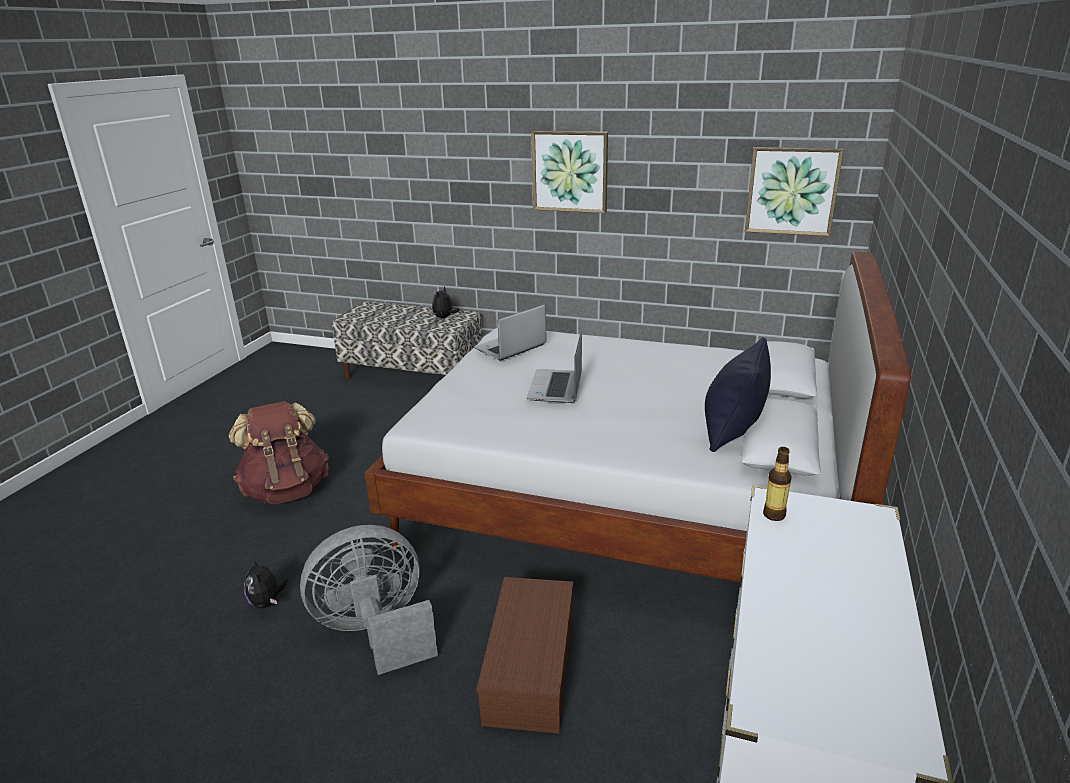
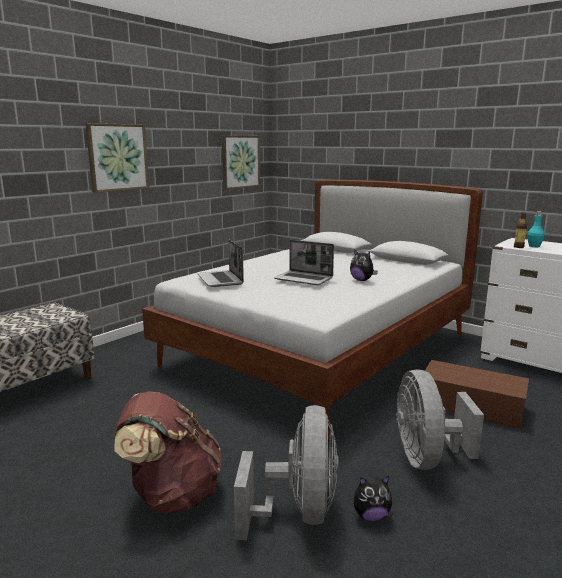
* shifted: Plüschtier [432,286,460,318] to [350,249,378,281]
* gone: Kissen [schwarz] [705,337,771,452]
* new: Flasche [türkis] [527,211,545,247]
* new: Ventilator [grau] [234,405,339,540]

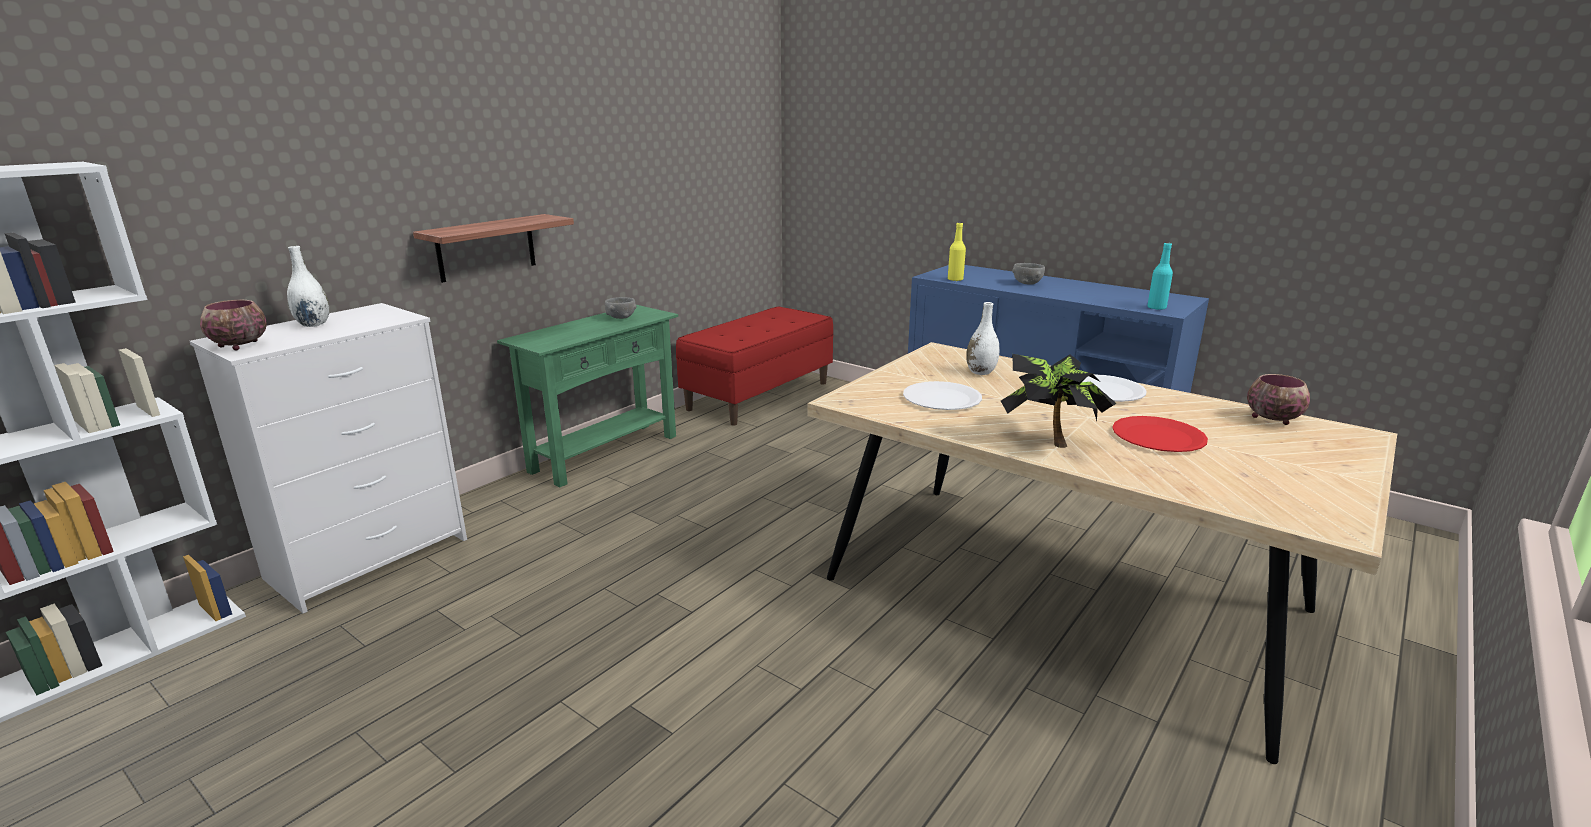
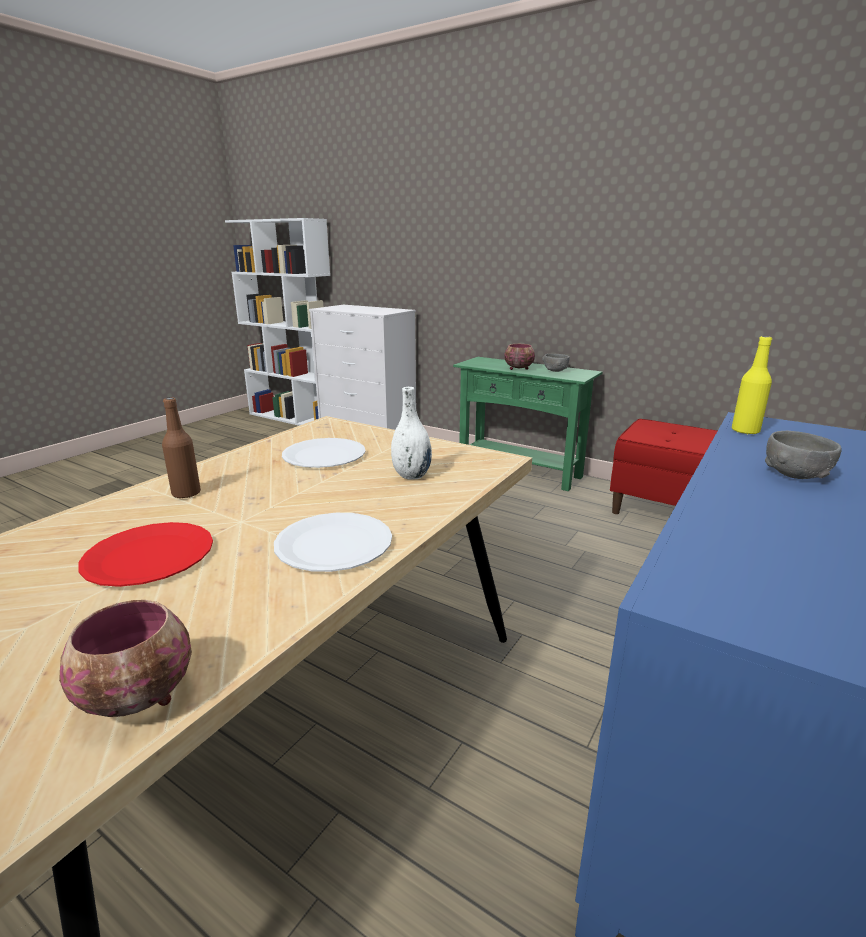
* gone: Wandregal [413,214,574,283]
* gone: Flasche [türkis] [1147,243,1173,310]
* gone: Vase [weiß] [287,246,330,327]
* shifted: Schüssel [200,300,267,350] to [504,344,535,370]
* swapped: Topfpflanze [1001,354,1116,448] to Flasche [braun] [162,397,201,498]

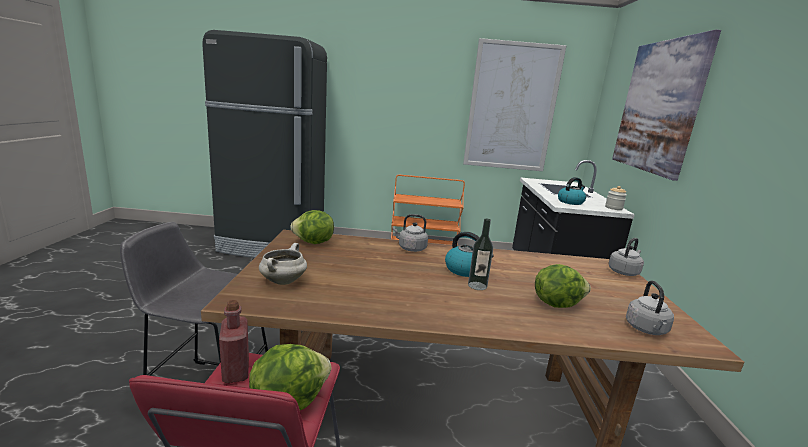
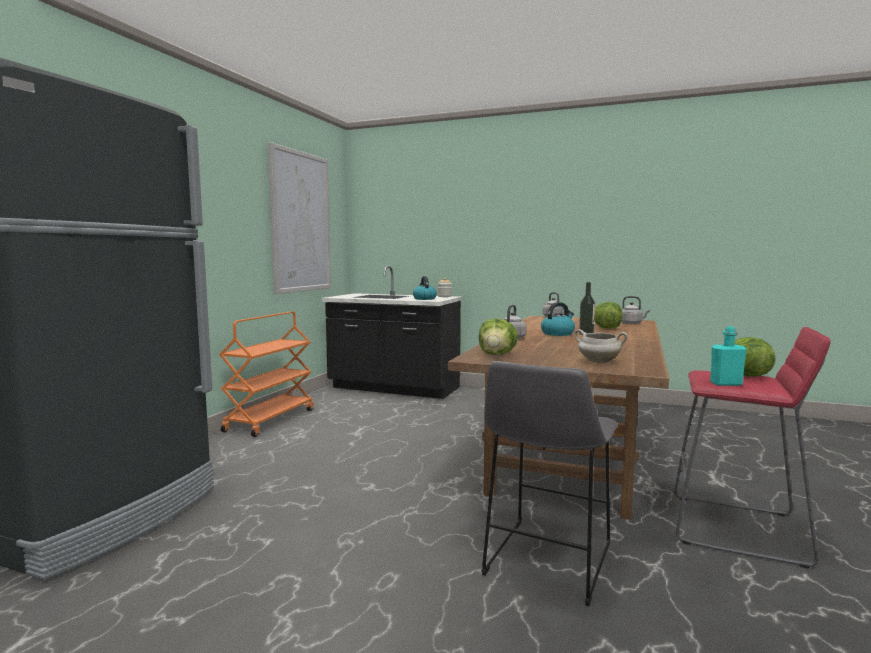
* gone: Bild [612,30,721,181]
* repainted: Flasche [rot] [219,300,249,383] to Flasche [türkis] [710,326,747,386]

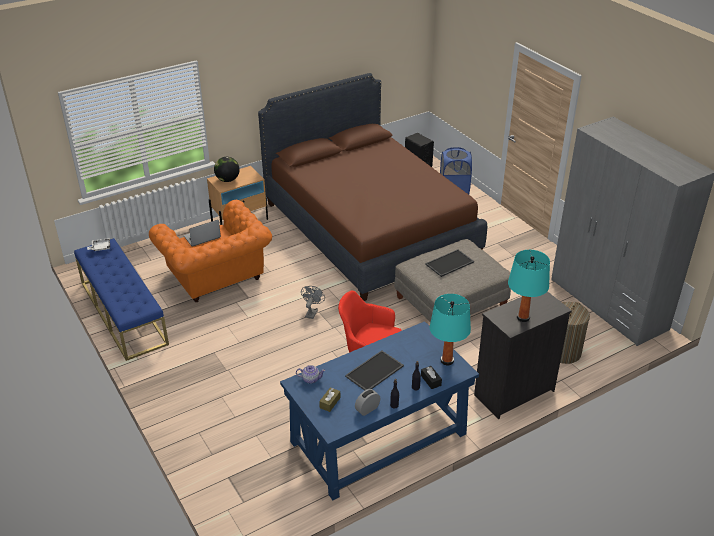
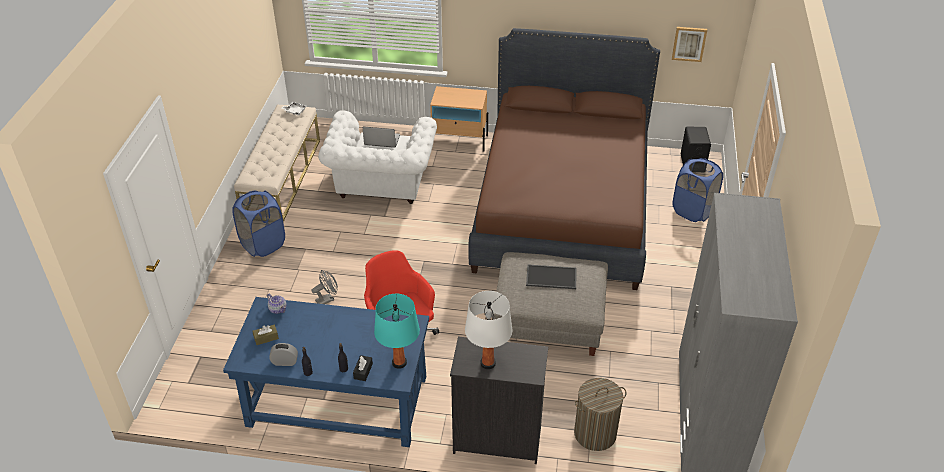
* gone: Globus [214,157,240,182]
* repainted: Sessel [orange] [149,200,272,302] to Sessel [weiß] [318,111,437,204]
* repainted: Bank [blau] [74,238,169,361] to Bank [beige] [234,104,320,222]
* repainted: Tischlampe [türkis] [508,250,550,322] to Tischlampe [weiß] [465,291,513,369]
* shifted: Ventilator [grau] [301,286,325,319] to [311,270,338,304]
* gone: Tablett [345,350,404,391]
* new: Bild [672,27,707,62]
* new: Wäschekorb [blau] [232,191,285,257]

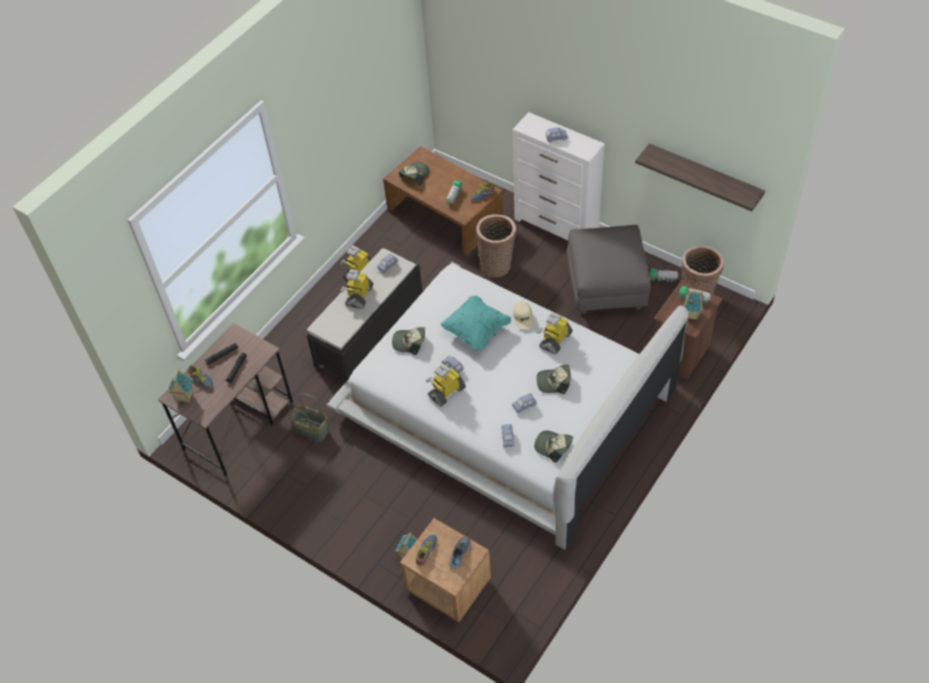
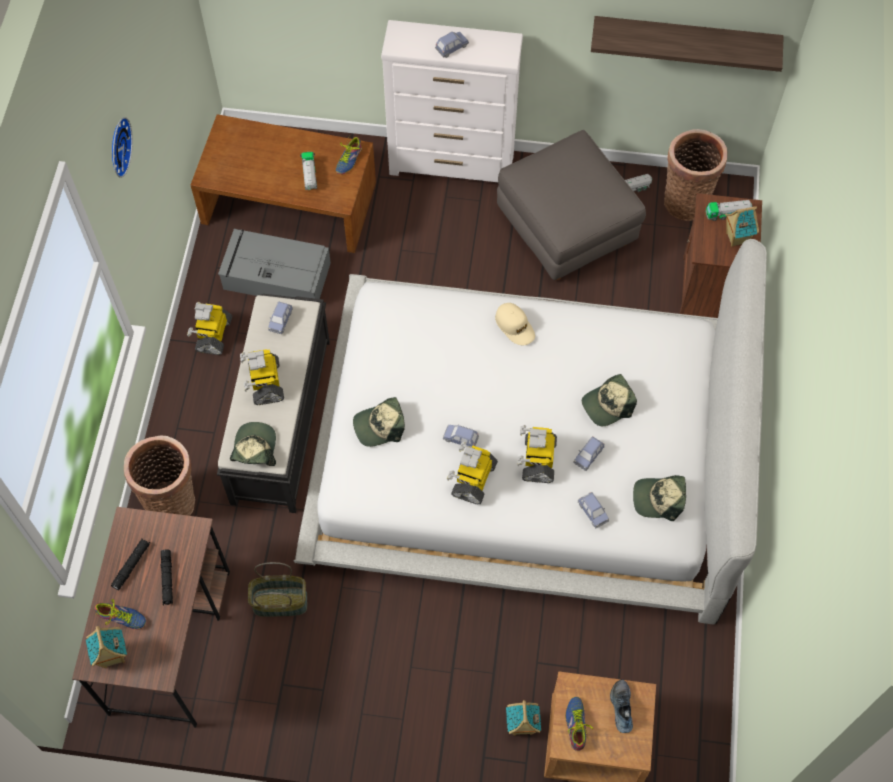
* shifted: Kappe [399,162,429,185] to [230,422,276,466]
* shifted: Korb [476,214,516,277] to [124,435,195,516]
* gone: Kissen [türkis] [441,295,511,351]
* shifted: Spielzeugroboter [537,312,573,354] to [517,425,557,483]
* new: Wanduhr [112,117,133,178]
* new: Aufbewahrungsbox [grau] [218,229,331,299]

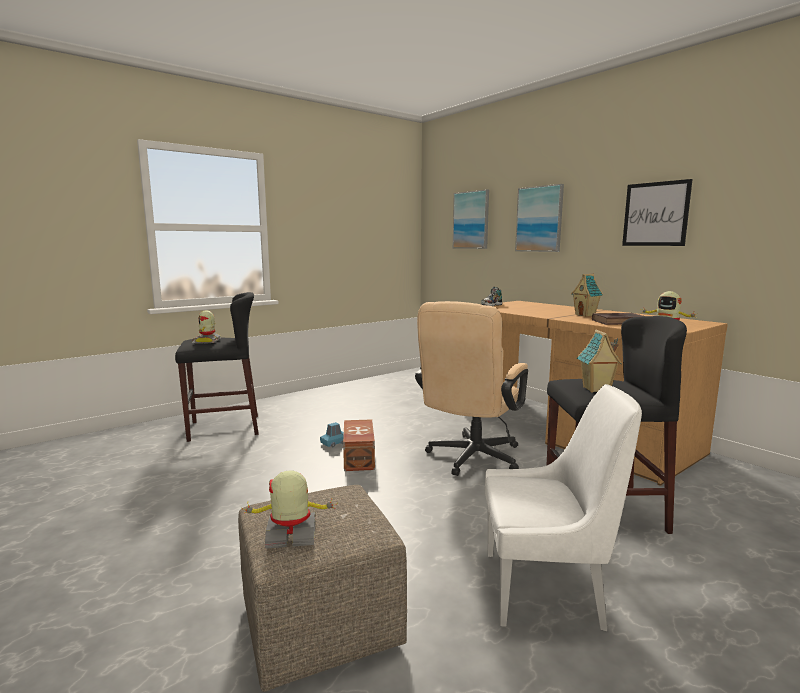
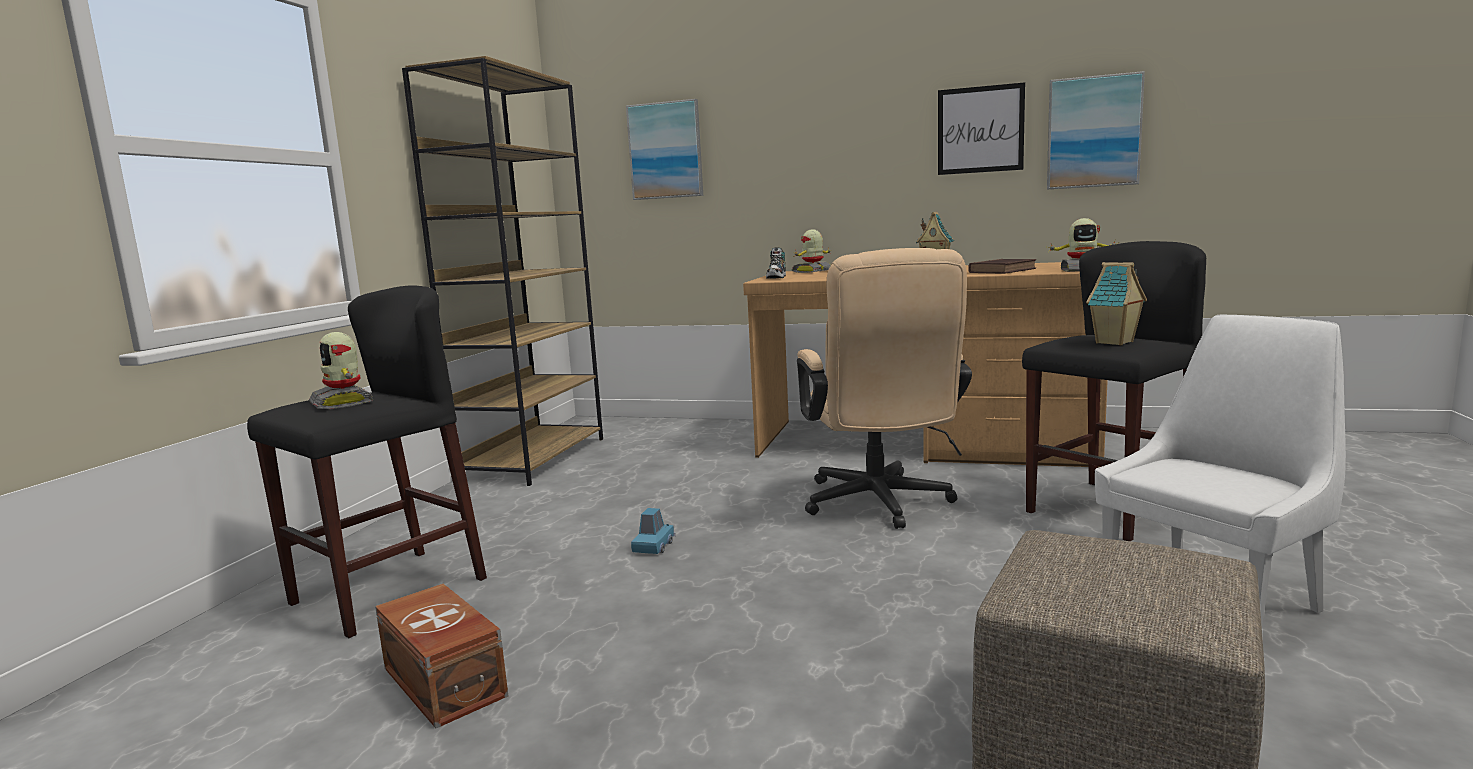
* shifted: Bild [515,184,564,252] to [1047,71,1145,189]
* shifted: Aufbewahrungsbox [braun] [343,419,375,471] to [375,584,508,728]
* shifted: Spielzeugroboter [241,470,337,549] to [792,229,831,273]
* new: Bücherregal [braun] [402,56,603,486]

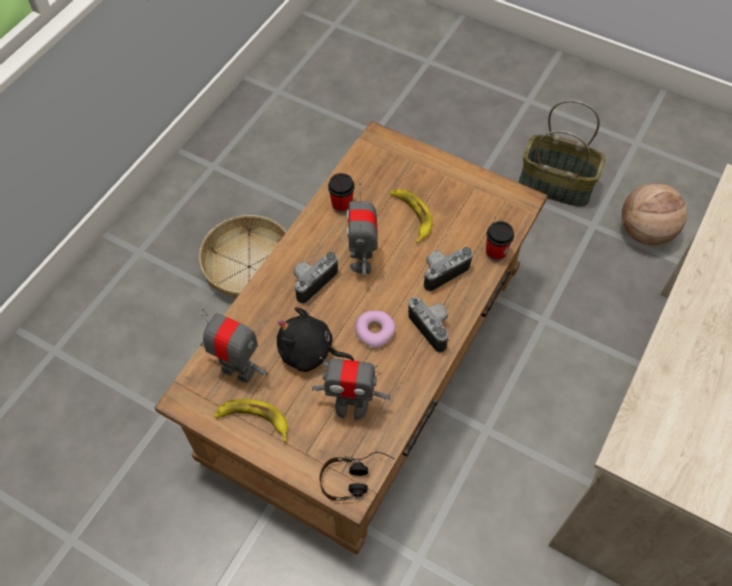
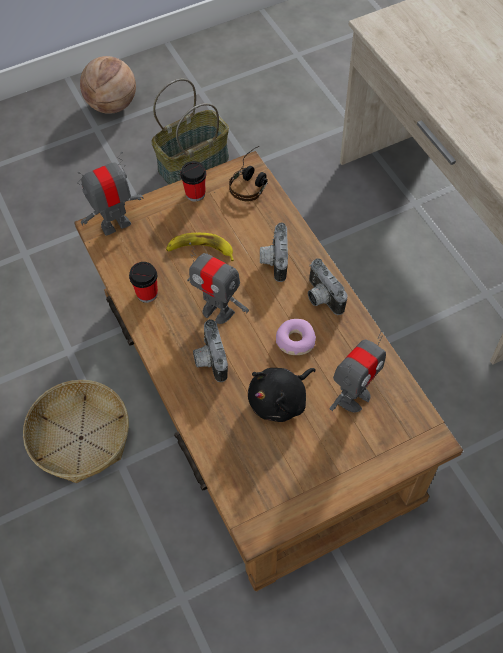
* shifted: Basketball [621,183,687,245] to [80,56,136,114]
* shifted: Tasse [486,221,514,261] to [180,161,206,201]
* rotated: Kamera [408,297,449,353] = [308,258,348,315] 120 degrees counterclockwise
* shifted: Spielzeugroboter [200,308,268,383] to [78,152,143,236]
* gone: Banane [214,399,288,442]
* shifted: Kopfhörer [320,452,394,501] to [229,146,268,201]

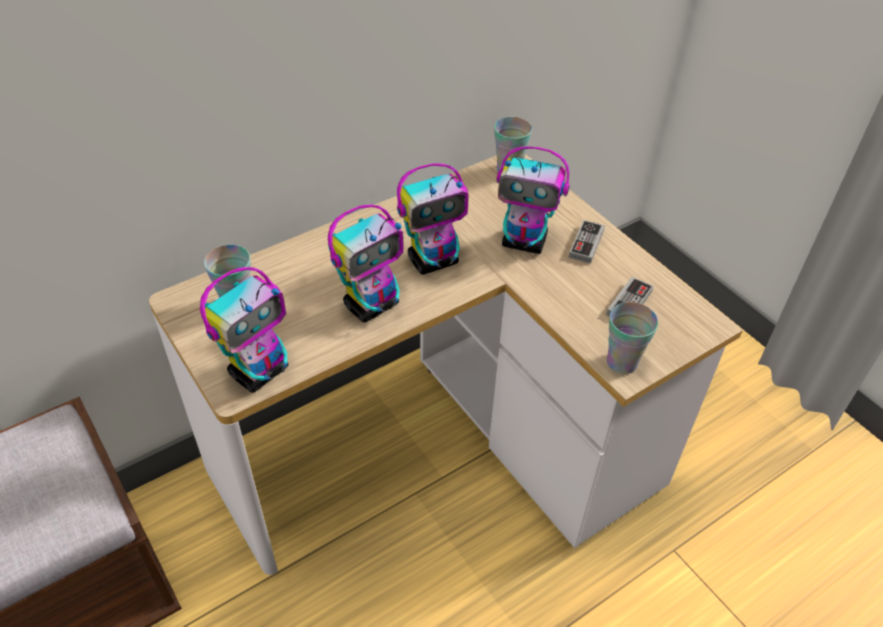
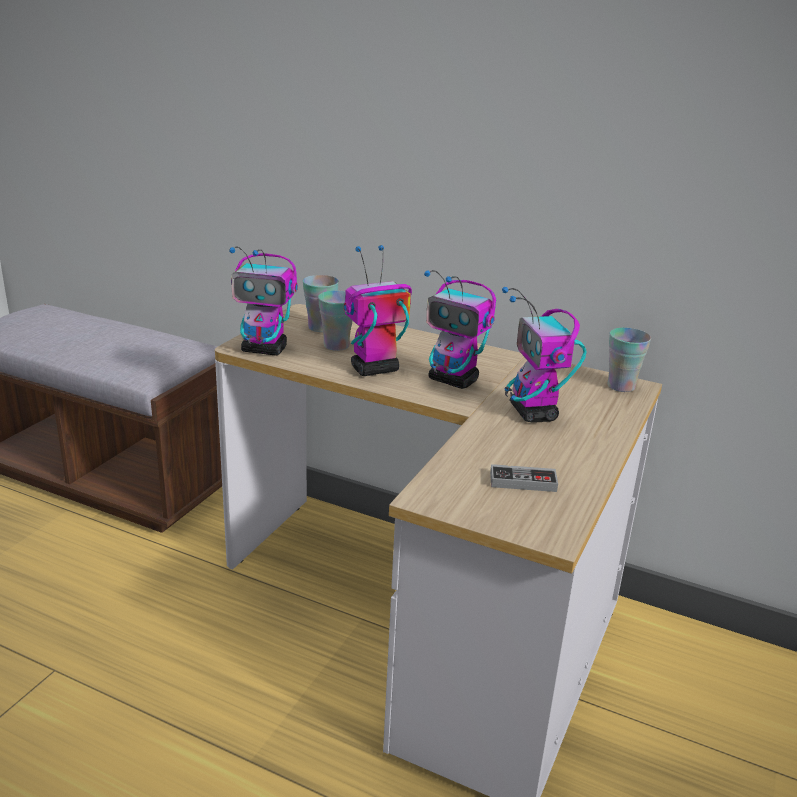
* rotated: Spielzeugroboter [328,205,403,322] = [344,245,412,376] 135 degrees clockwise
* gone: Gamepad [569,220,605,264]
* shifted: Tasse [607,302,658,374] to [318,291,352,351]

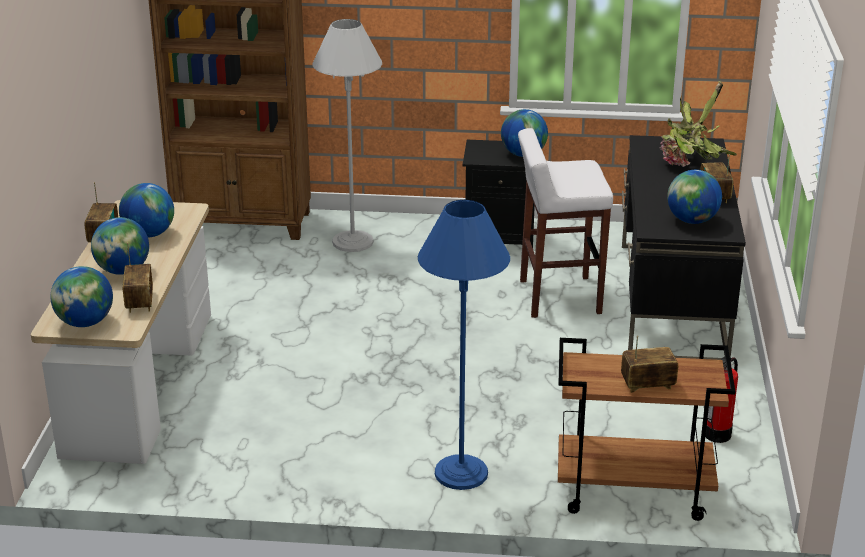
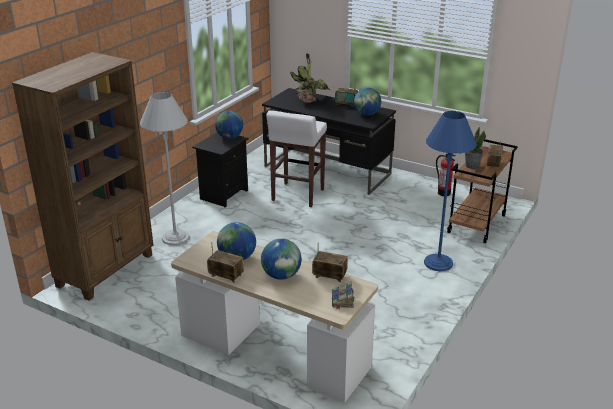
* swapped: Globus [51,266,113,327] to Buch [332,281,354,309]
* new: Topfpflanze [465,127,486,169]

